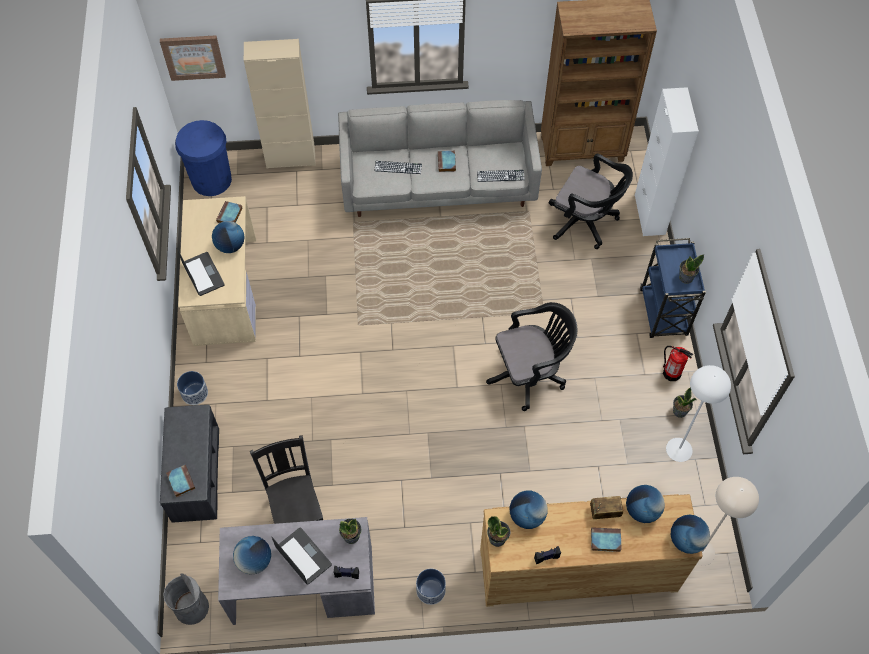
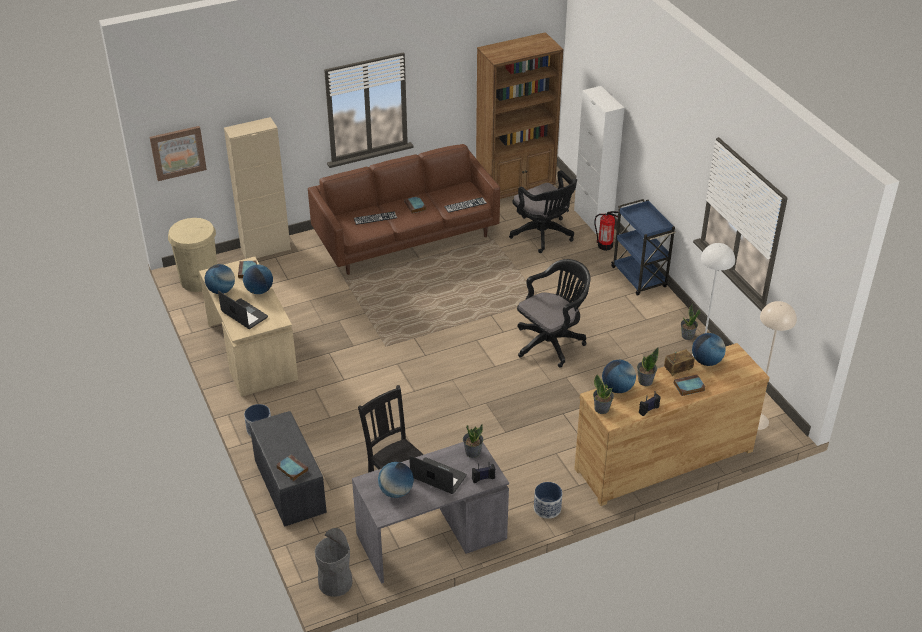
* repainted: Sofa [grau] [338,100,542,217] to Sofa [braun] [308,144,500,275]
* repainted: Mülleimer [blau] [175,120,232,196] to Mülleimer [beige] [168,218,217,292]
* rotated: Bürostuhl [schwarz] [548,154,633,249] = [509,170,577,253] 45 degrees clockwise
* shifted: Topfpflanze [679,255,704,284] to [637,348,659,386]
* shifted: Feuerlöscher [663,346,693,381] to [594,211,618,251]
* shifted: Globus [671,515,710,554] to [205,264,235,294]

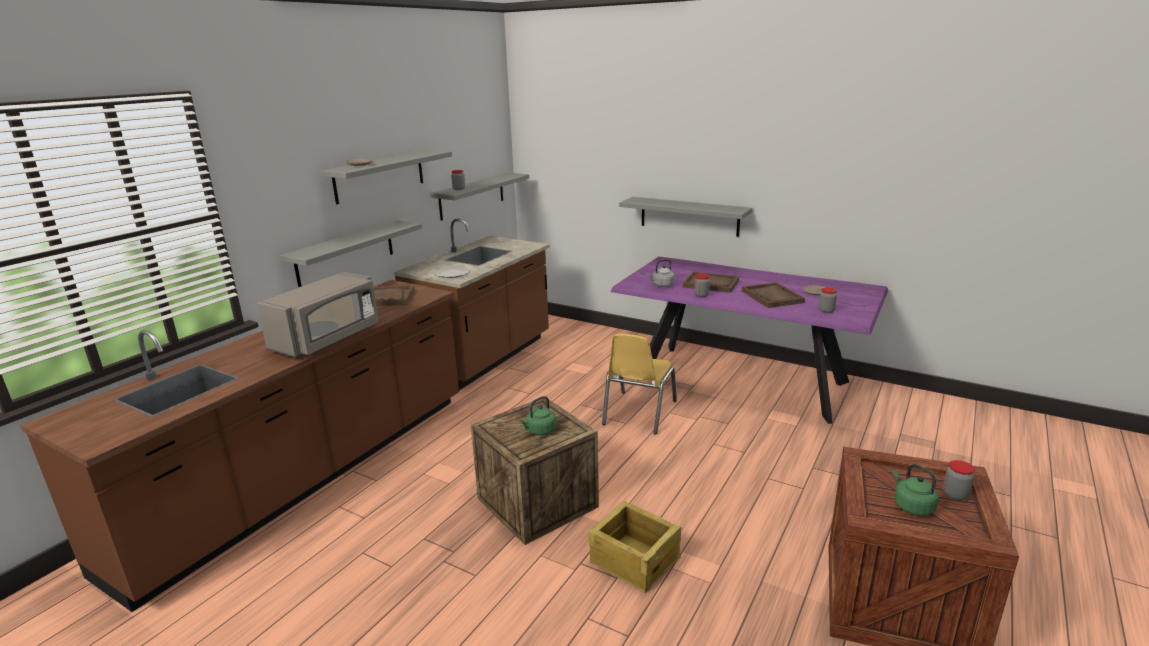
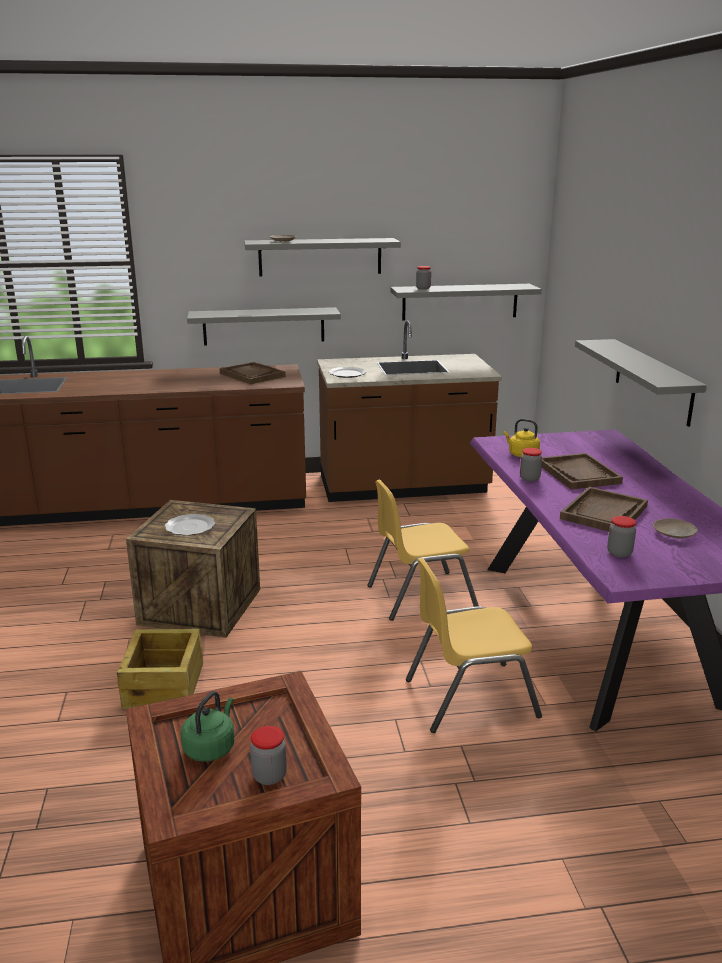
* repainted: Wasserkessel [grau] [647,259,675,287] to Wasserkessel [gelb] [504,419,540,457]
* gone: Mikrowelle [grau] [257,272,378,358]
* swapped: Wasserkessel [grün] [519,396,556,436] to Teller [165,514,215,536]
* new: Stuhl [gelb] [406,558,542,733]

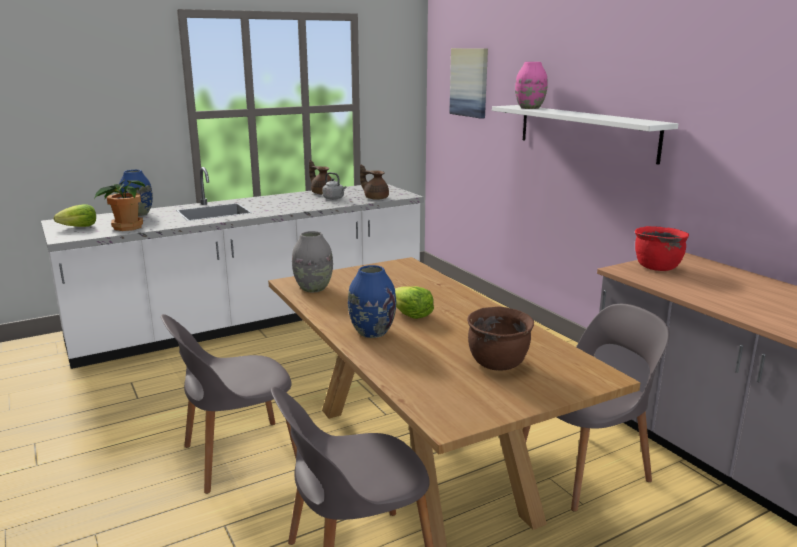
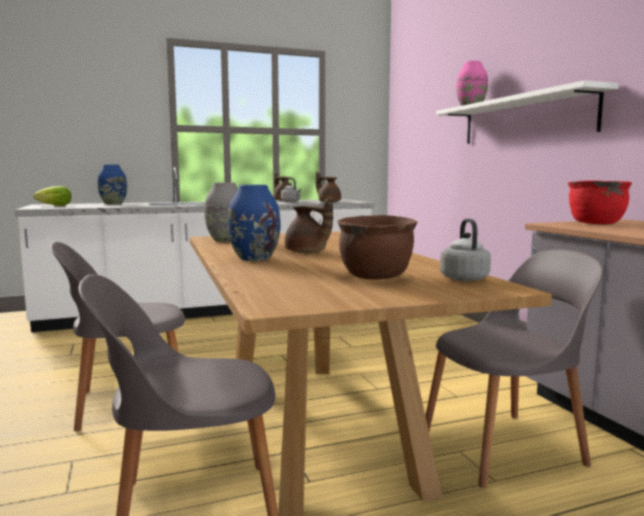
* gone: Bild [449,48,488,119]
* gone: Topfpflanze [94,180,145,231]
* swapped: Salatkopf [395,286,434,319] to Teekanne [braun] [285,196,333,253]
* new: Wasserkessel [grau] [440,218,491,281]

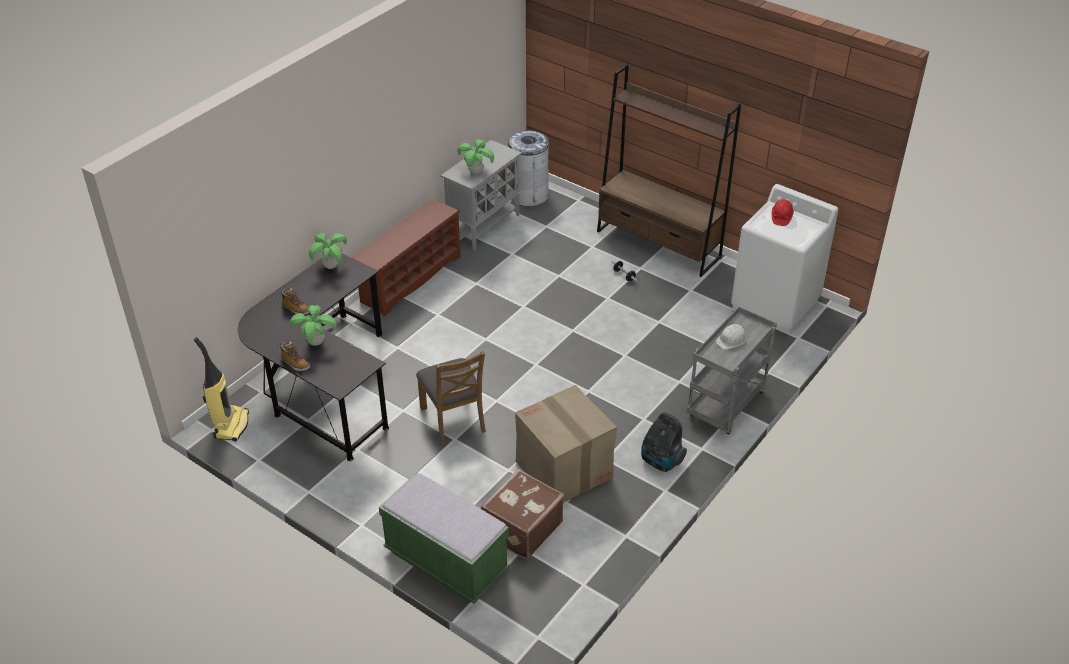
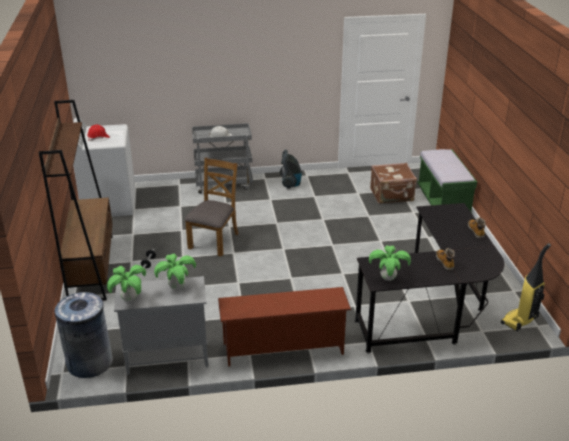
* shifted: Topfpflanze [290,305,337,346] to [107,265,146,302]
* shifted: Stuhl [braun] [416,351,486,445] to [185,158,238,257]
* gone: Karton [515,385,617,502]

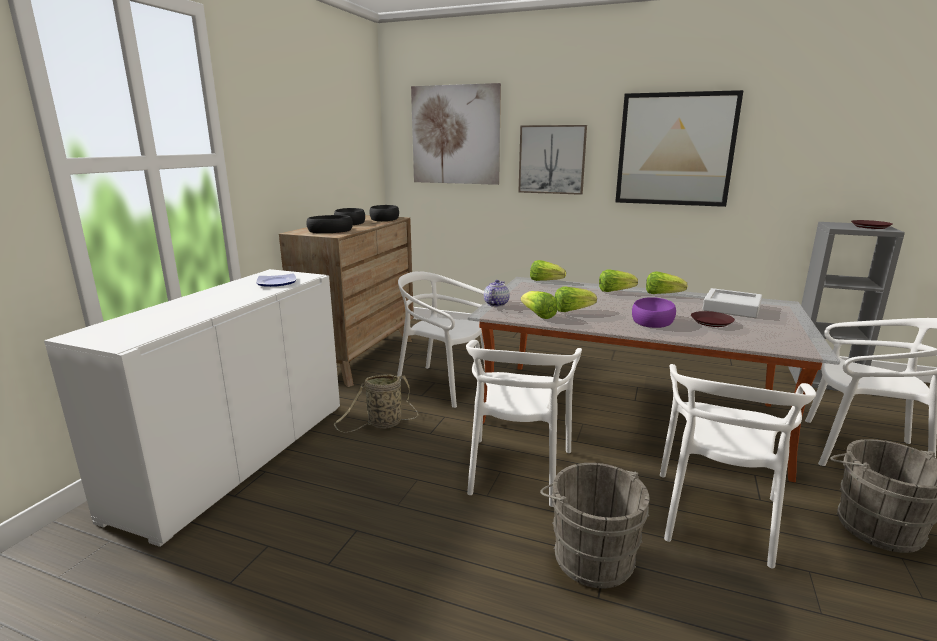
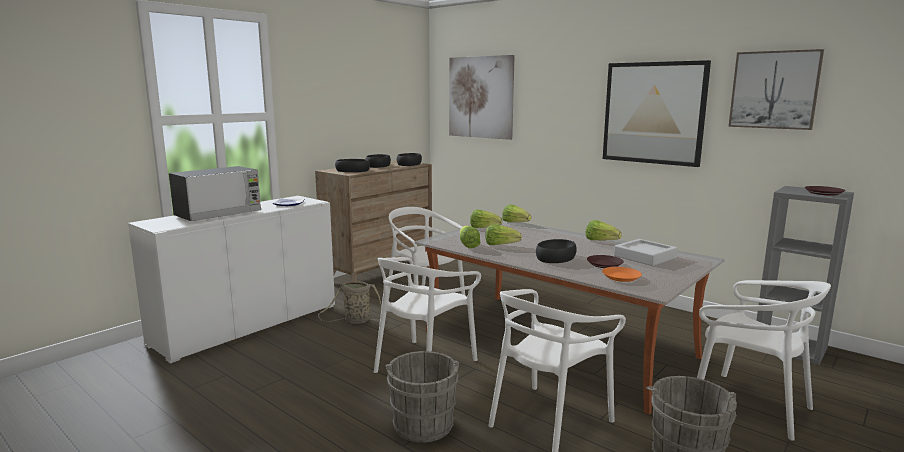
* shifted: Bild [518,125,587,195] to [728,49,824,130]
* shifted: Salatkopf [599,269,638,292] to [470,210,502,228]
* gone: Teekanne [484,280,510,307]
* repainted: Schüssel [lila] [632,297,676,328] to Schüssel [schwarz] [536,239,577,263]
* new: Mikrowelle [169,166,261,221]
* new: Teller [orange] [602,267,642,282]

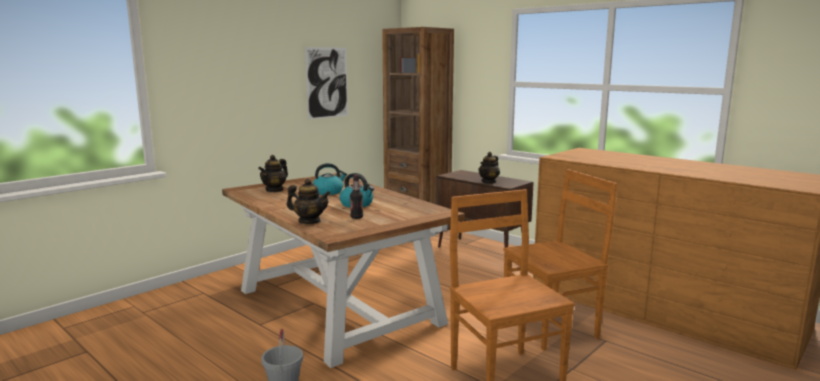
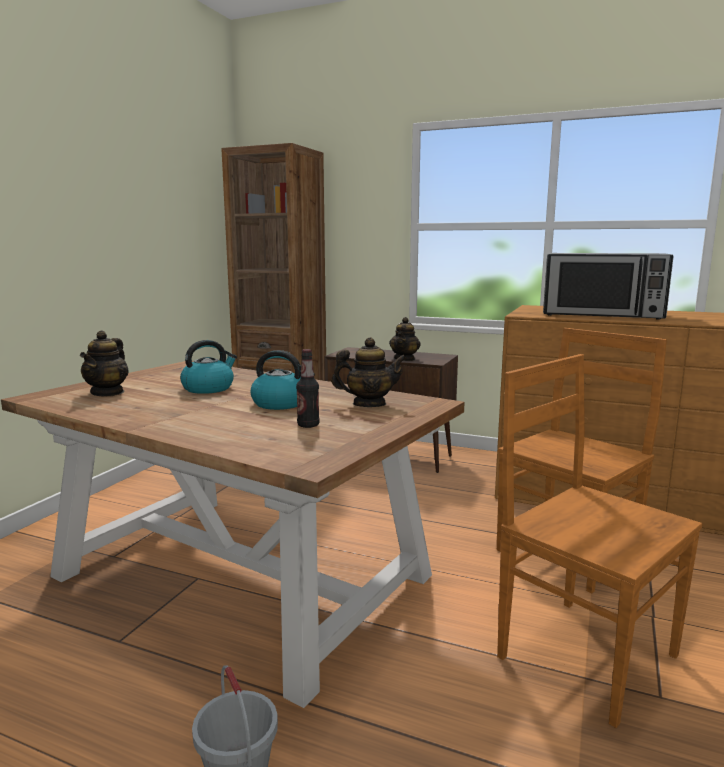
* gone: Bild [305,47,348,120]
* shifted: Teekanne [287,178,331,224] to [331,337,407,407]
* new: Mikrowelle [543,253,674,320]

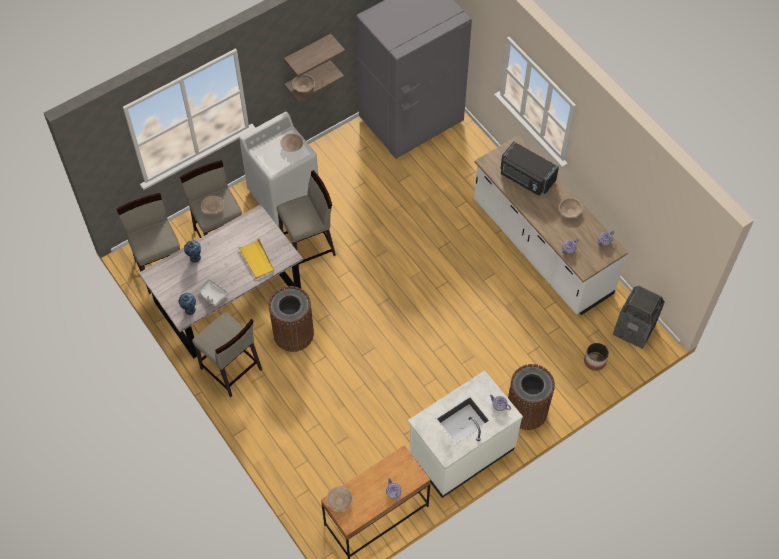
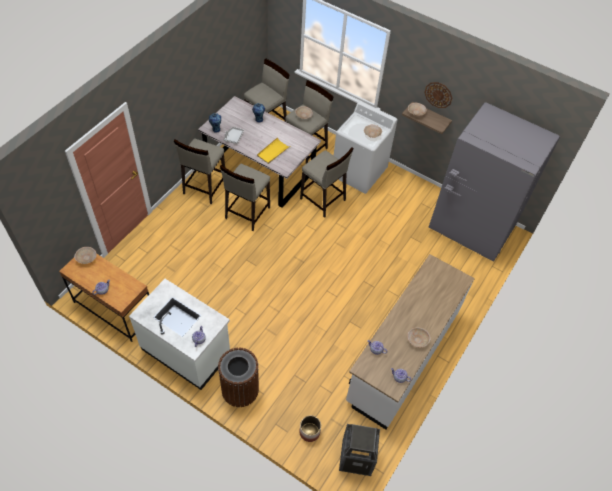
* swapped: Wandregal [284,34,345,77] to Wanduhr [424,82,452,108]
* gone: Mikrowelle [schwarz] [500,142,559,196]
* swapped: Mülleimer [braun] [269,286,314,352] to Hocker [beige] [220,164,270,231]

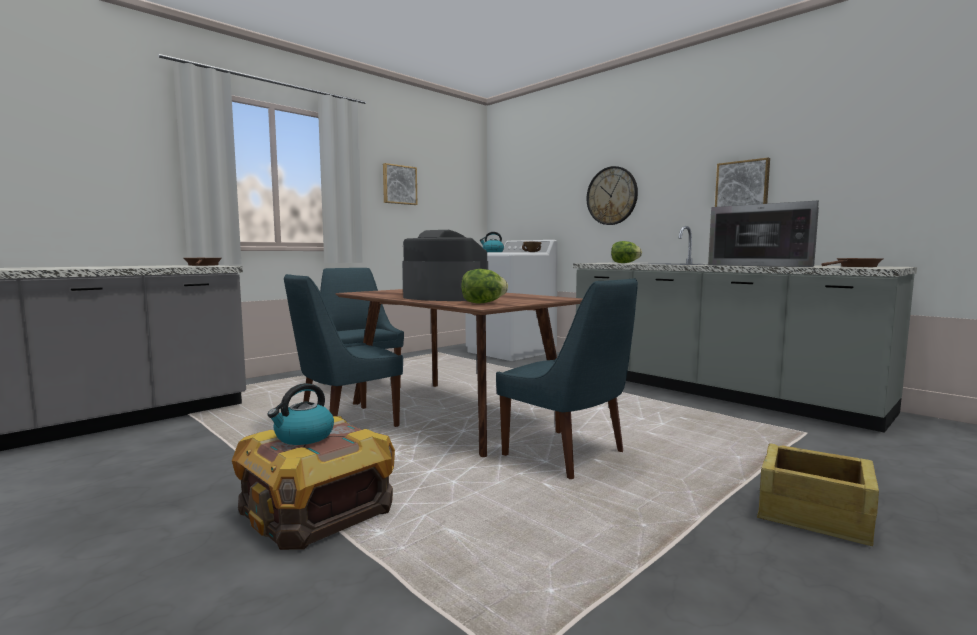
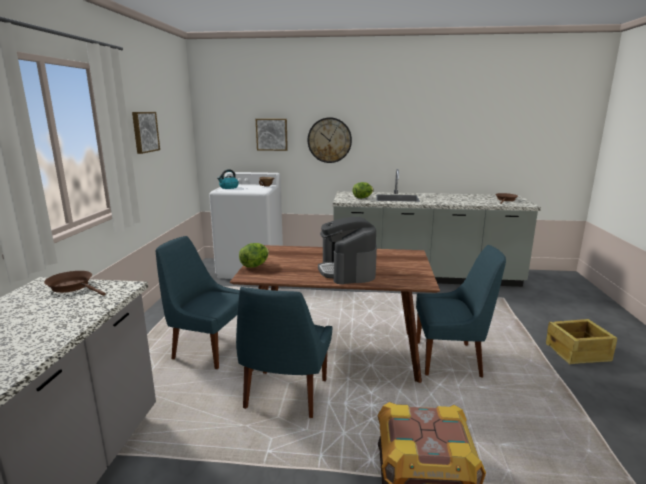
* shifted: Bild [715,158,770,207] to [256,119,288,151]
* gone: Mikrowelle [708,201,819,267]
* rotated: Kaffeemaschine [402,230,488,301] = [318,217,377,284] 90 degrees counterclockwise
* shifted: Salatkopf [461,269,508,303] to [239,243,269,268]
* gone: Wasserkessel [267,383,334,445]

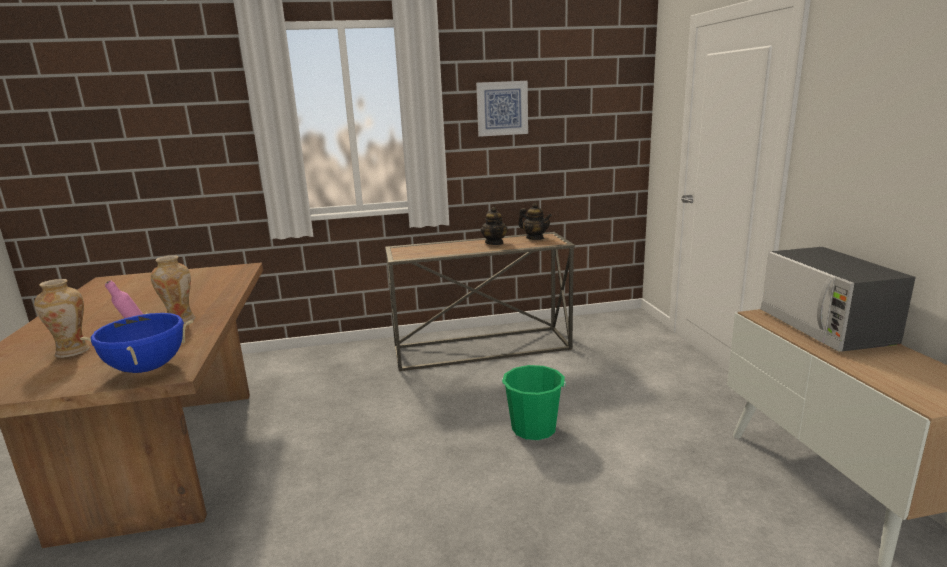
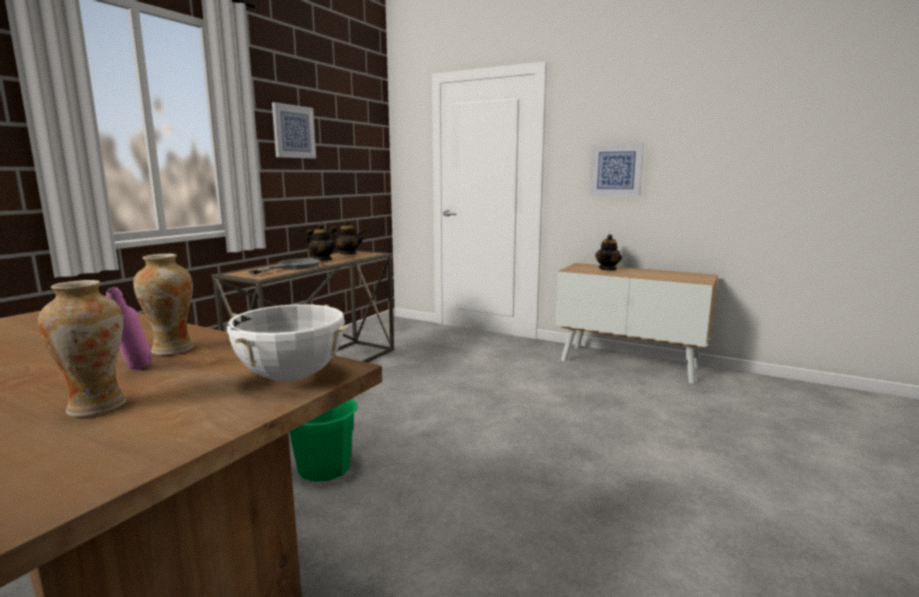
* swapped: Mikrowelle [760,247,916,352] to Teekanne [595,234,622,271]
* repainted: Kochtopf [blau] [80,313,193,373] to Kochtopf [weiß] [227,304,349,381]
* shifted: Eimer [grün] [502,365,566,440] to [289,399,357,482]
* new: Bild [590,143,644,196]
* new: Pfanne [grau] [248,258,320,274]

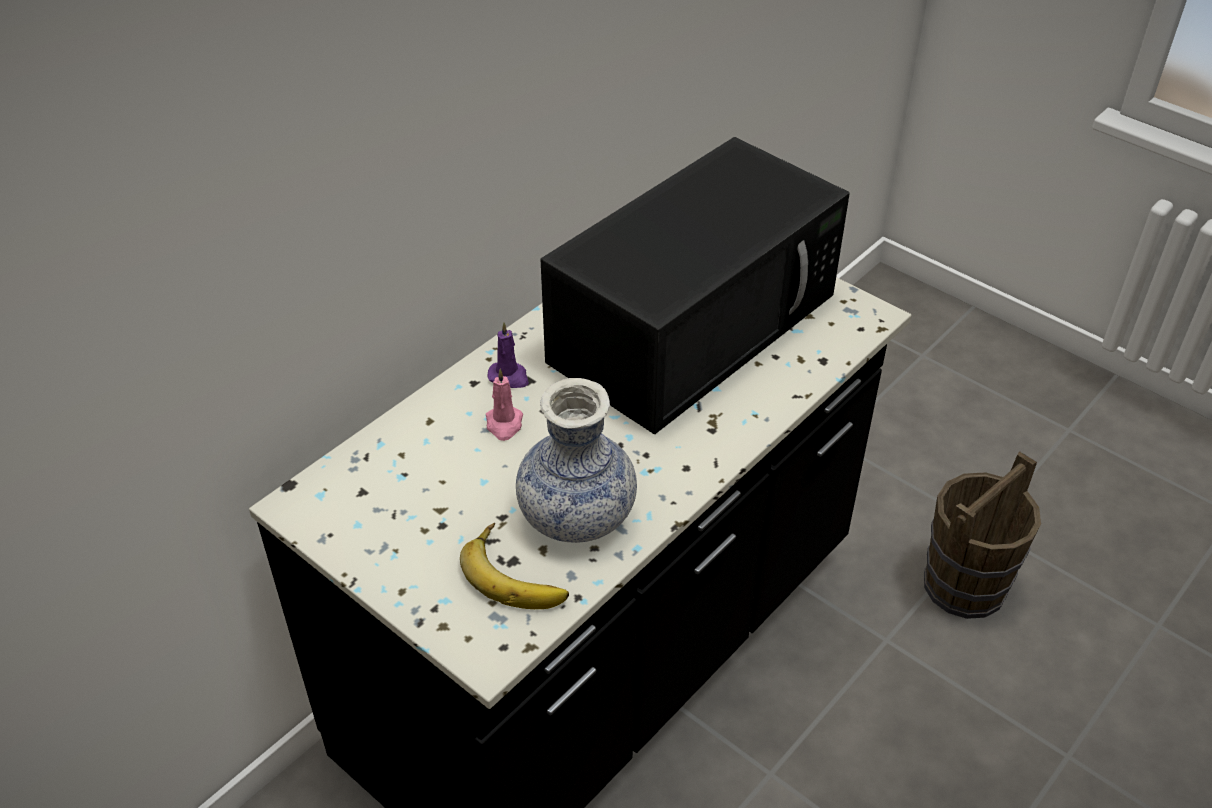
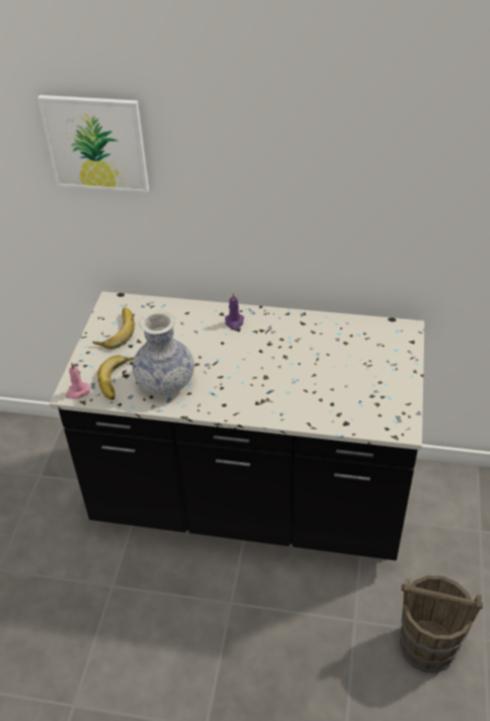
* gone: Mikrowelle [schwarz] [540,137,850,434]
* shifted: Kerze [rosa] [486,369,523,441] to [66,362,90,399]
* new: Bild [38,95,149,193]
* new: Banane [92,307,135,349]

